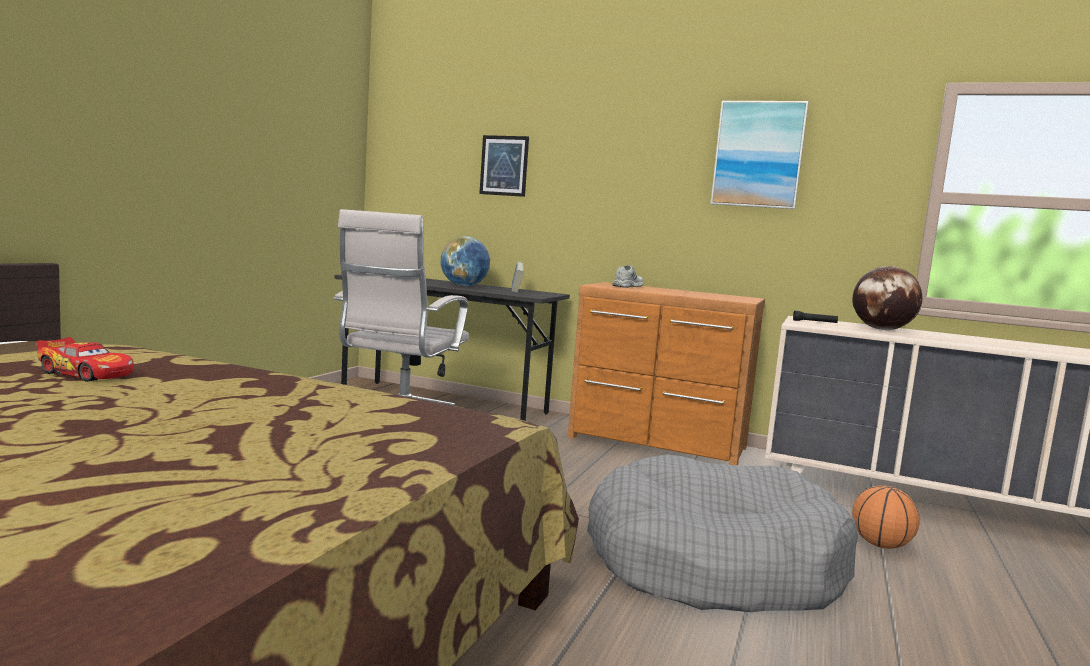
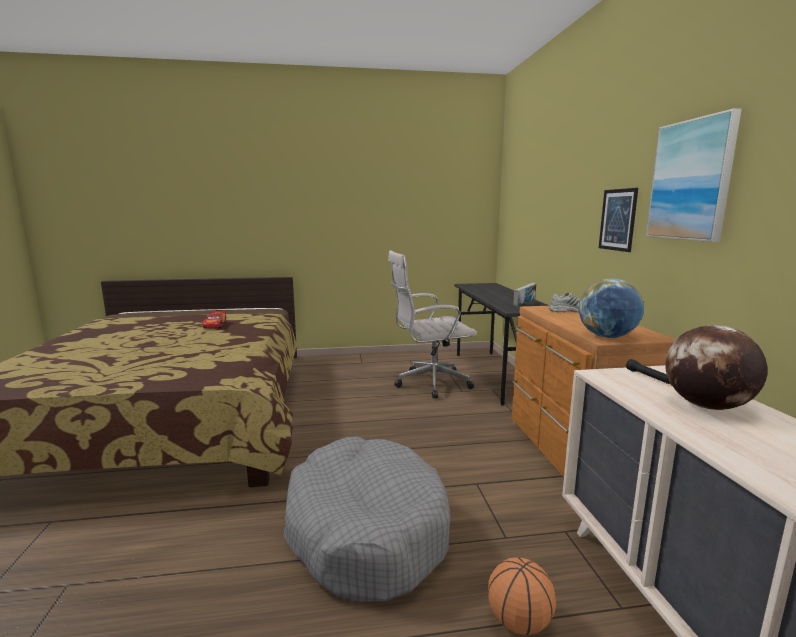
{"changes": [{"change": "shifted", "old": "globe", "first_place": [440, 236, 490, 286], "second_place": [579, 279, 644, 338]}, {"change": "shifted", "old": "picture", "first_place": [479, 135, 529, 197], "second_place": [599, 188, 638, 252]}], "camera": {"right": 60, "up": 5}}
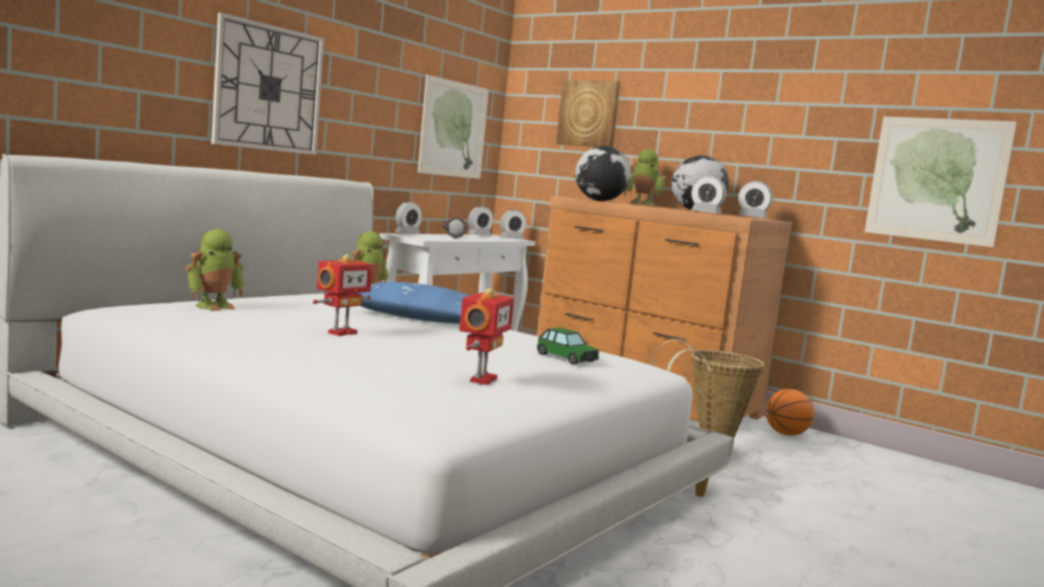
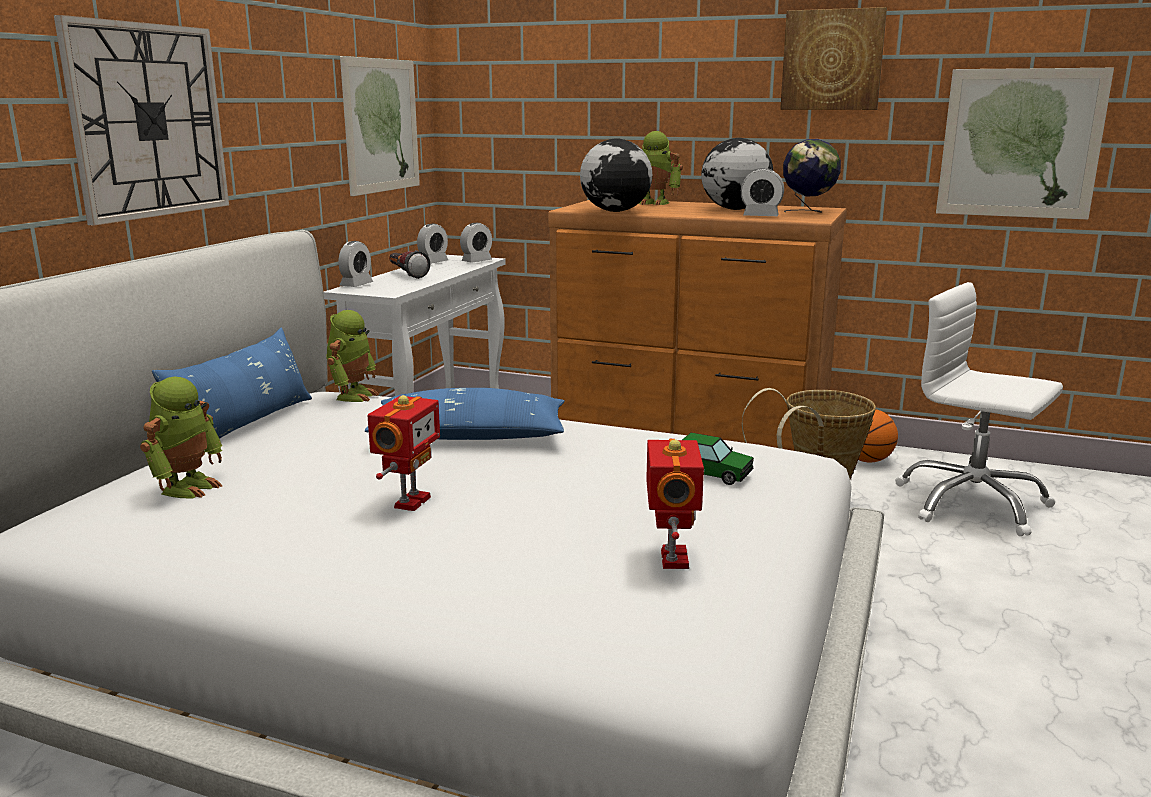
{"changes": [{"change": "new", "new": "blue pillow", "second_place": [152, 328, 312, 439]}, {"change": "shifted", "old": "picture", "first_place": [556, 80, 620, 148], "second_place": [780, 7, 887, 110]}, {"change": "swapped", "old": "alarm clock", "new": "globe", "first_place": [738, 181, 773, 218], "second_place": [783, 139, 841, 213]}, {"change": "new", "new": "white office chair", "second_place": [895, 282, 1063, 536]}], "camera": {"right": -15, "up": 10}}
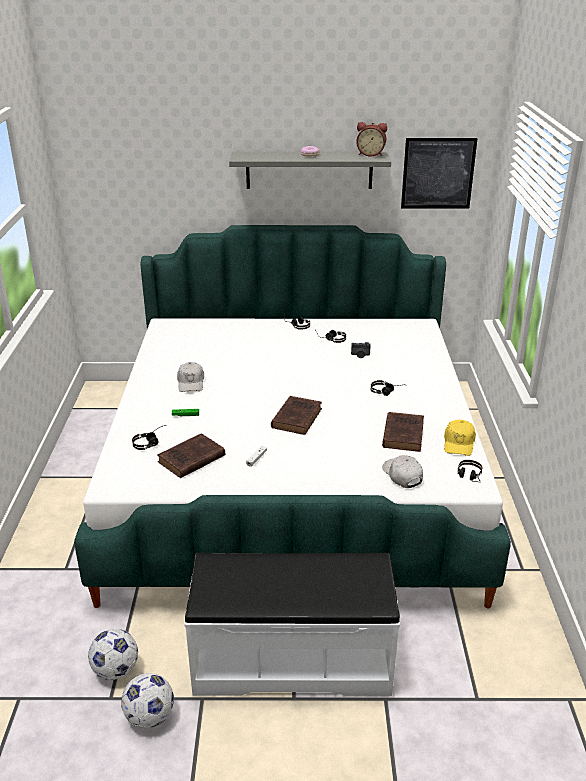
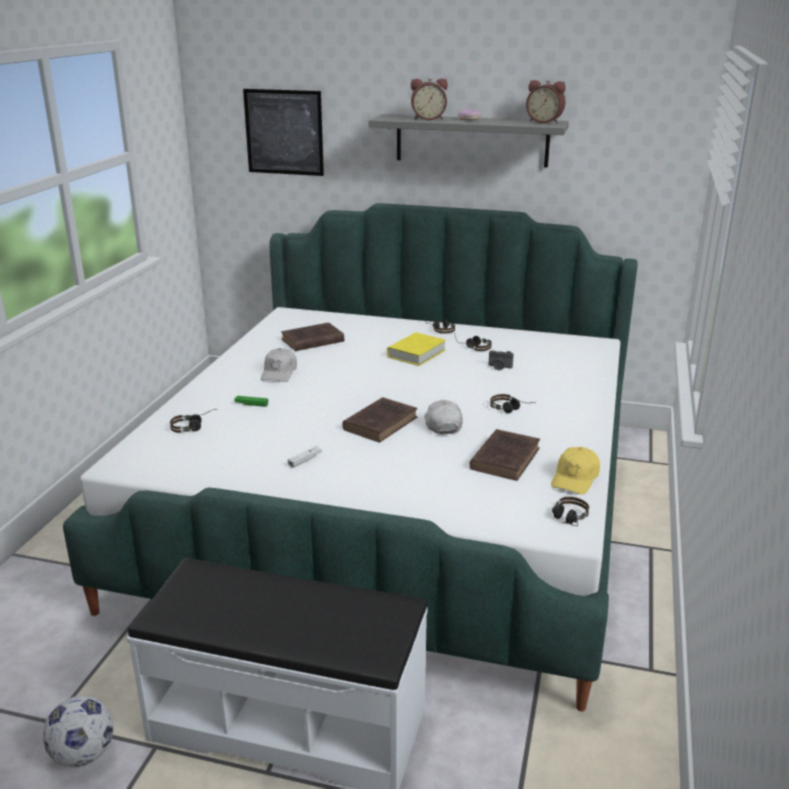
{"changes": [{"change": "shifted", "old": "picture", "first_place": [401, 138, 478, 208], "second_place": [243, 89, 324, 176]}, {"change": "shifted", "old": "brown book", "first_place": [157, 433, 225, 478], "second_place": [281, 322, 344, 351]}, {"change": "new", "new": "yellow book", "second_place": [387, 332, 446, 366]}, {"change": "new", "new": "alarm clock", "second_place": [411, 79, 448, 120]}, {"change": "shifted", "old": "white cap", "first_place": [382, 455, 423, 488], "second_place": [424, 400, 463, 434]}, {"change": "gone", "old": "football", "first_place": [88, 629, 138, 680]}], "camera": {"right": 15, "up": -5}}
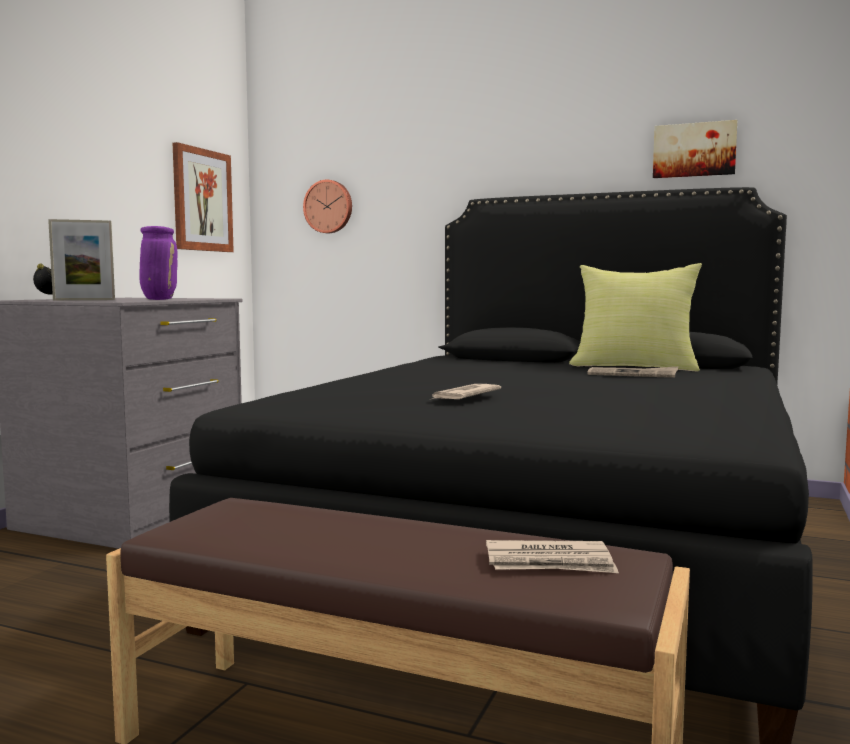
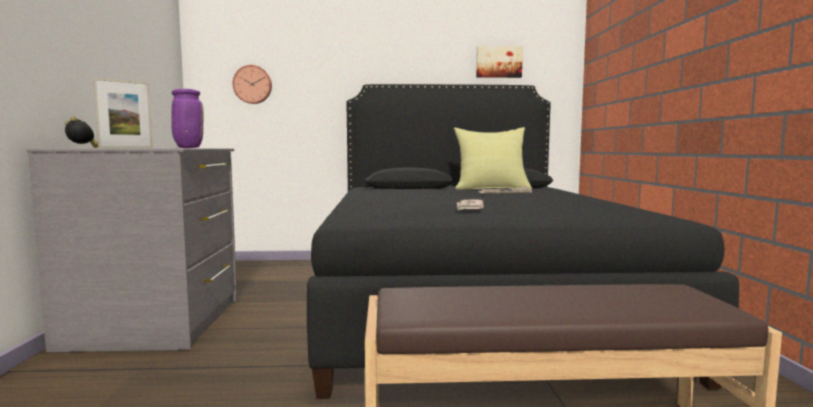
{"changes": [{"change": "gone", "old": "picture", "first_place": [173, 142, 234, 252]}, {"change": "gone", "old": "newspaper", "first_place": [486, 540, 619, 573]}], "camera": {"right": -25, "up": 0}}
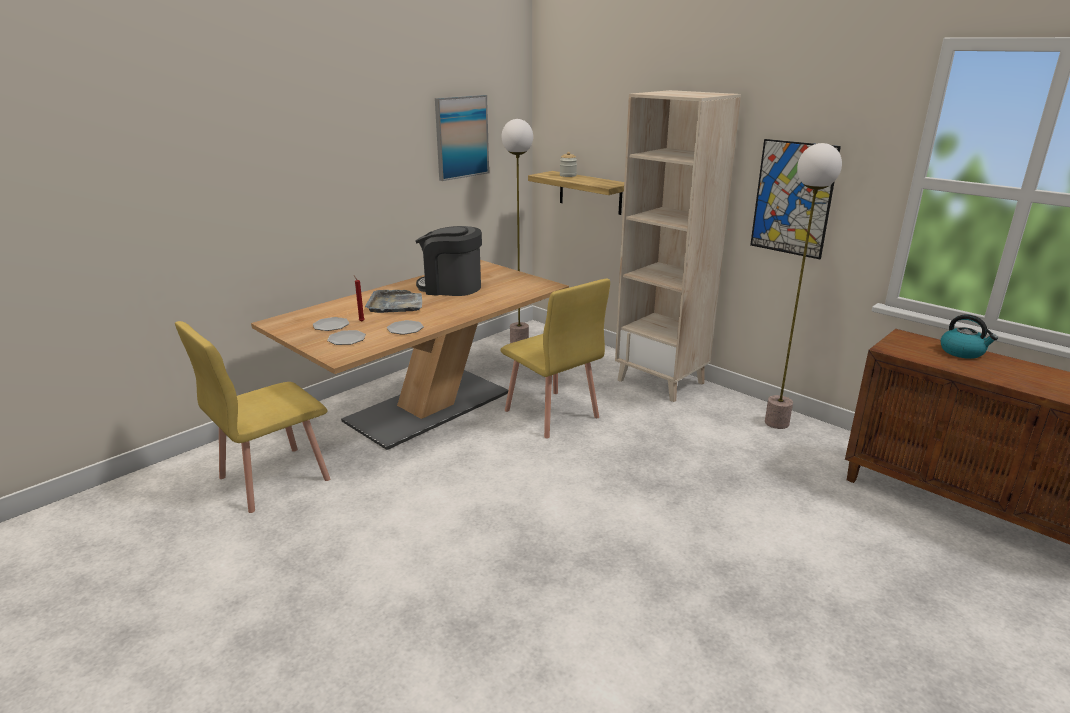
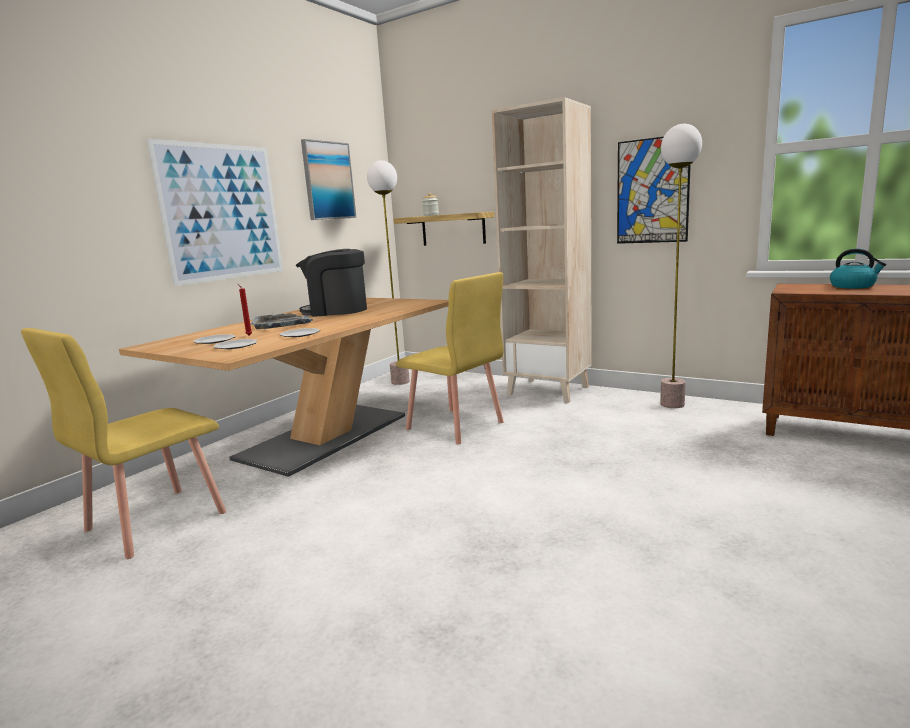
{"changes": [{"change": "new", "new": "picture", "second_place": [147, 139, 283, 286]}], "camera": {"right": -10, "up": -10}}
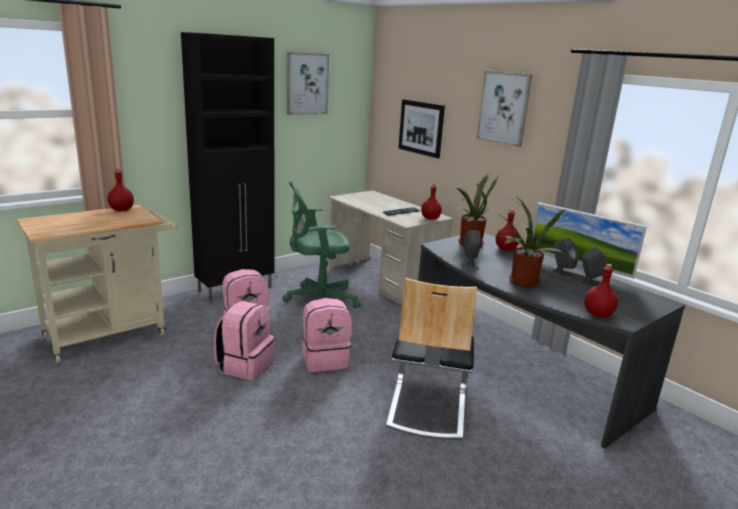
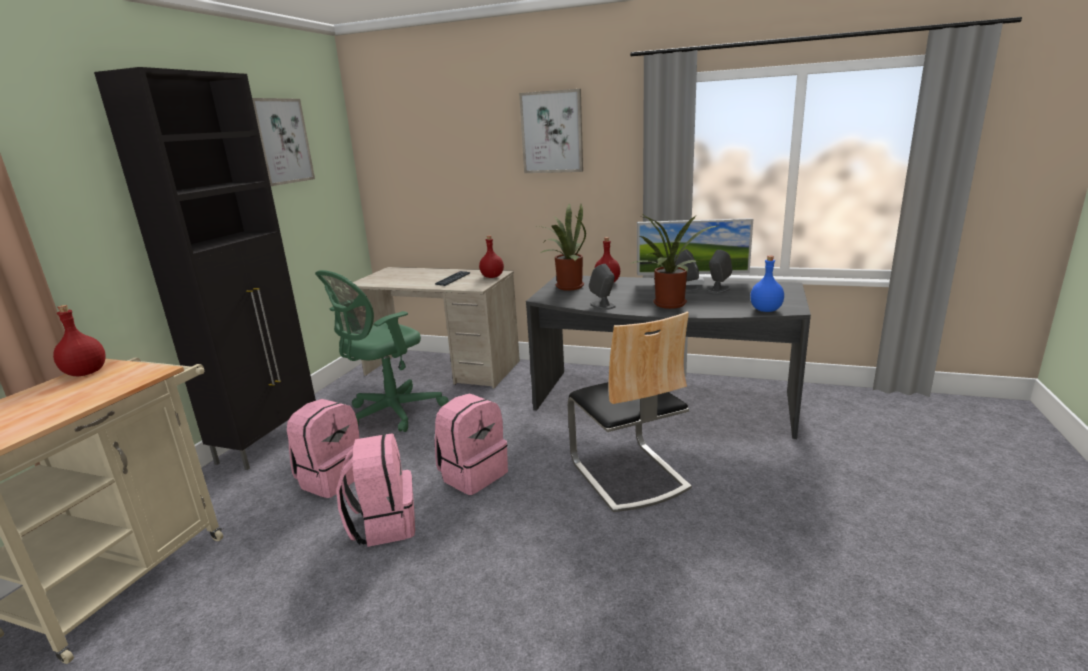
{"changes": [{"change": "repainted", "old": "red bottle", "new": "blue bottle", "first_place": [584, 264, 618, 318], "second_place": [750, 255, 784, 312]}, {"change": "gone", "old": "picture", "first_place": [398, 99, 445, 158]}], "camera": {"right": -30, "up": 0}}
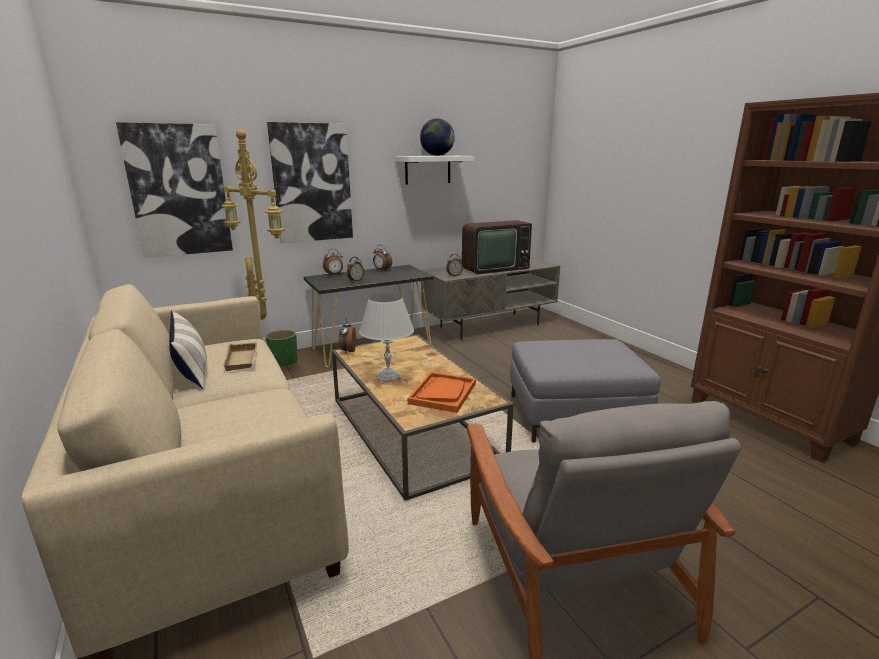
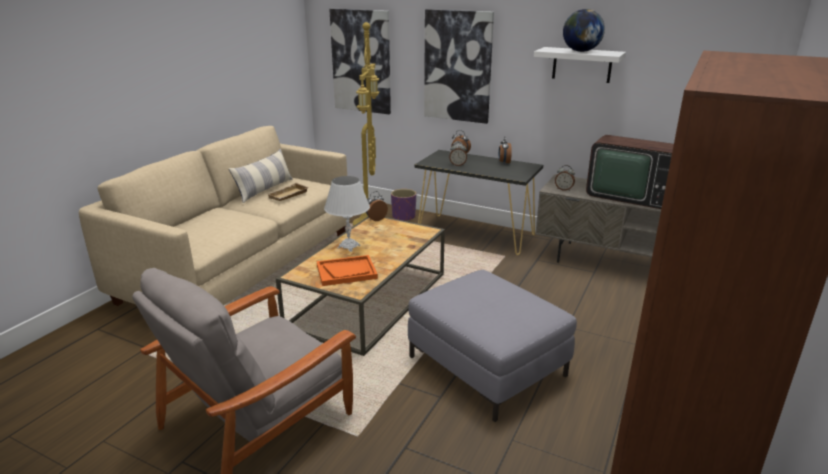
{"changes": [{"change": "repainted", "old": "green planter", "new": "purple planter", "first_place": [265, 329, 298, 366], "second_place": [391, 189, 416, 221]}], "camera": {"right": 55, "up": 5}}
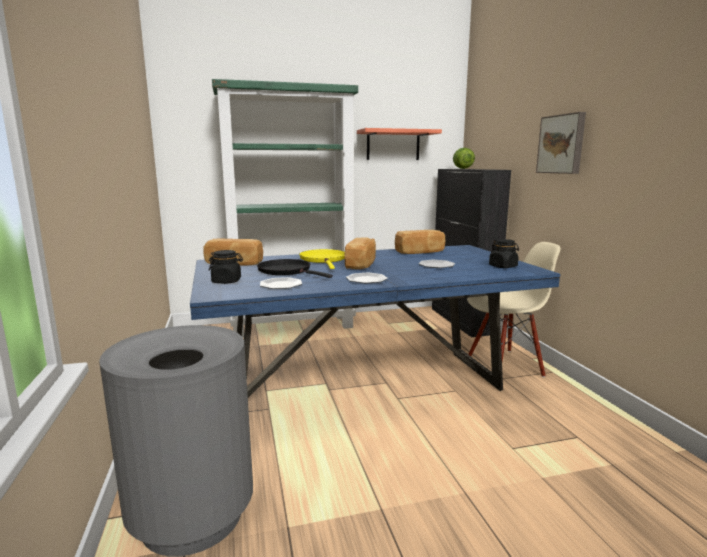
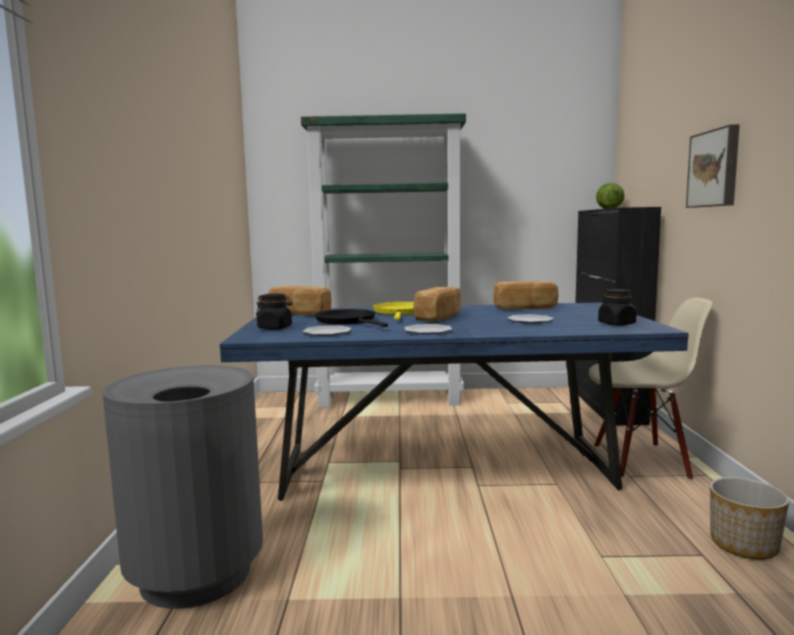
{"changes": [{"change": "new", "new": "planter", "second_place": [710, 477, 789, 560]}, {"change": "gone", "old": "shelf", "first_place": [357, 128, 442, 160]}], "camera": {"right": 15, "up": -5}}
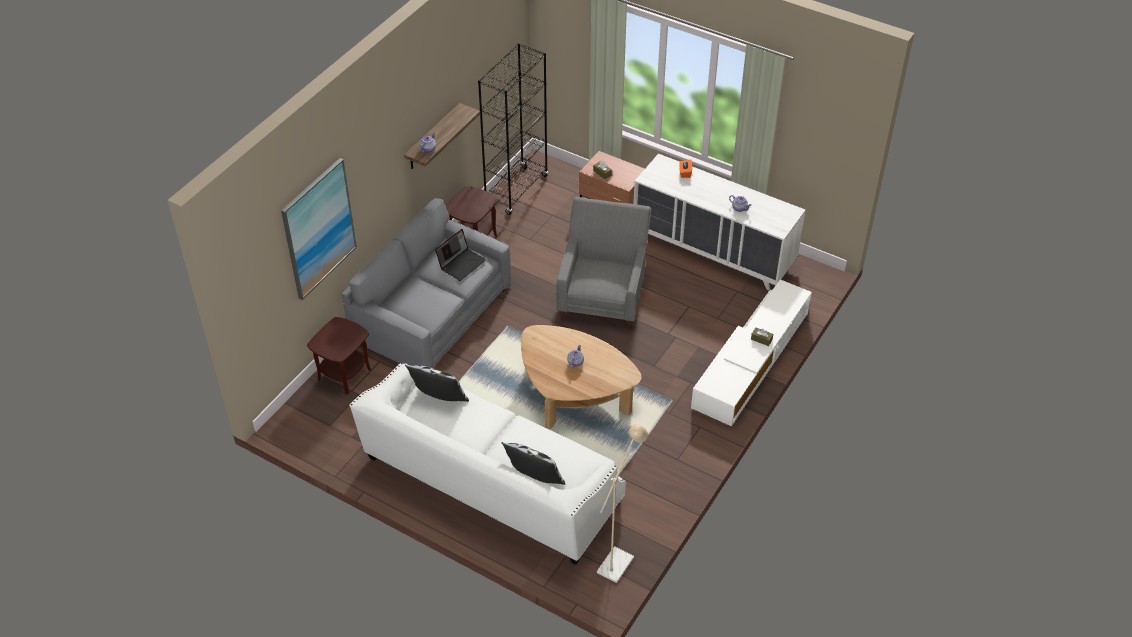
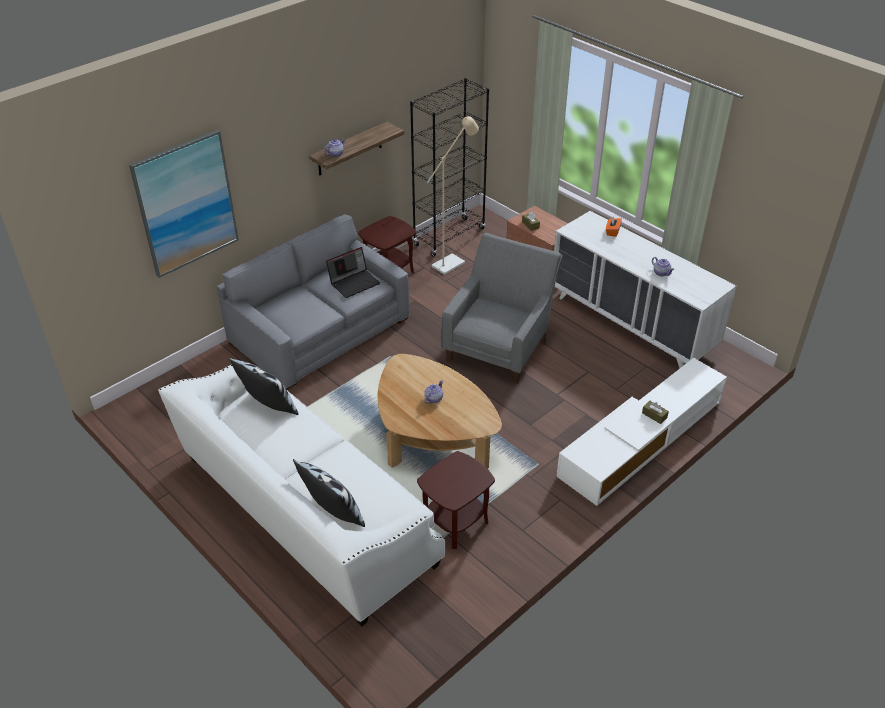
{"changes": [{"change": "shifted", "old": "brown side table", "first_place": [307, 317, 371, 394], "second_place": [417, 451, 495, 549]}, {"change": "shifted", "old": "beige floor lamp", "first_place": [597, 424, 648, 583], "second_place": [426, 116, 479, 275]}], "camera": {"right": 15, "up": -5}}
